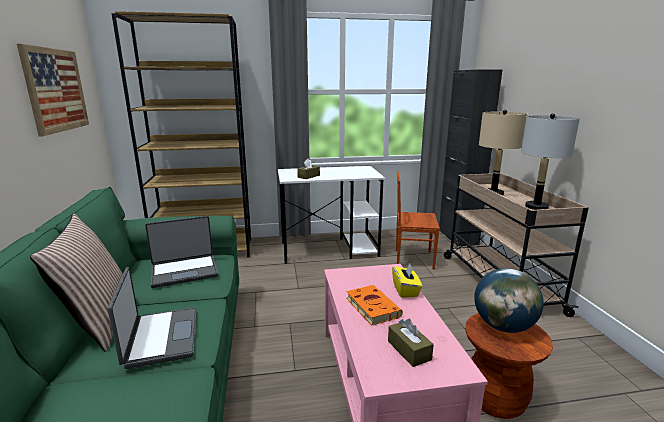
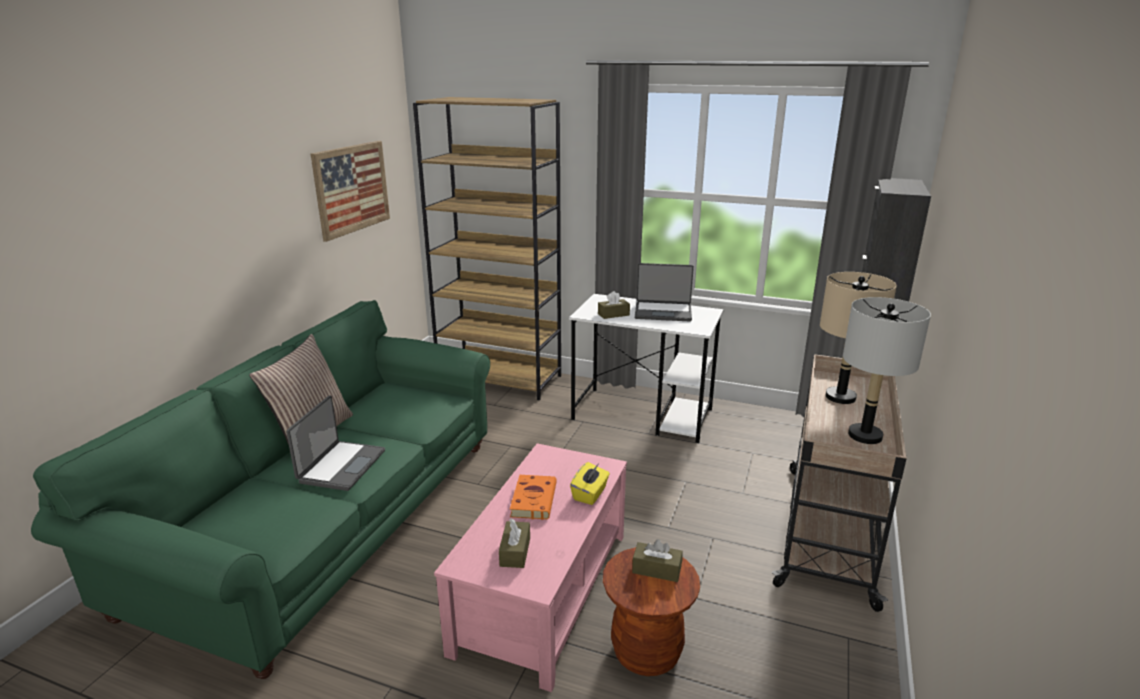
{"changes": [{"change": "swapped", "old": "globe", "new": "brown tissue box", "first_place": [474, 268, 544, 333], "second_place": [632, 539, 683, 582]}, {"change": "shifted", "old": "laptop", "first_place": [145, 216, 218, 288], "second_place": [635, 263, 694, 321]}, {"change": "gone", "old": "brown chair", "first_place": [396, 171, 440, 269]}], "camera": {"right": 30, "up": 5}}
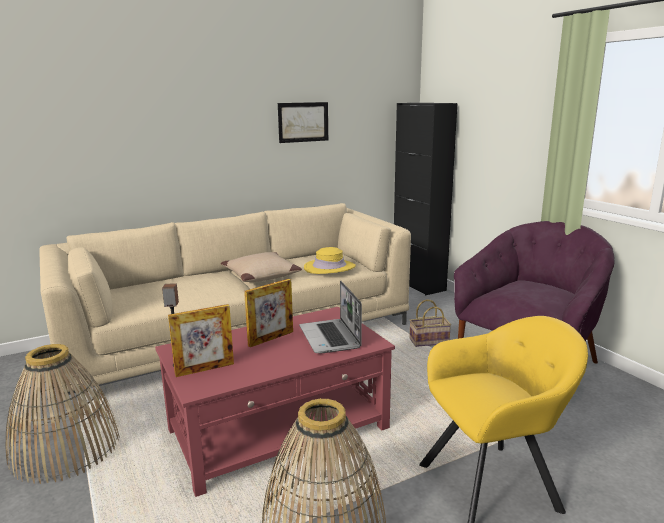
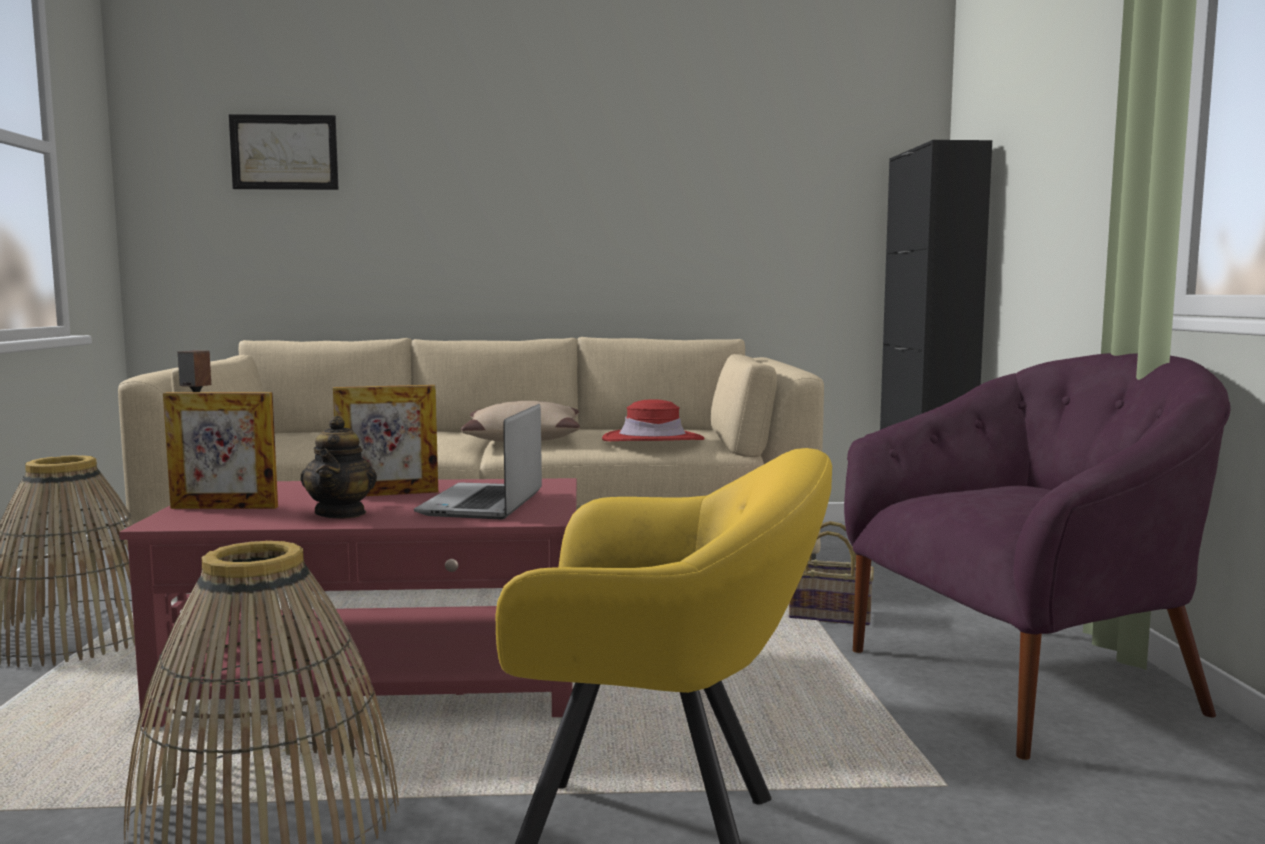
{"changes": [{"change": "shifted", "old": "picture", "first_place": [278, 102, 328, 143], "second_place": [229, 114, 339, 190]}, {"change": "new", "new": "teapot", "second_place": [300, 416, 377, 518]}, {"change": "repainted", "old": "yellow hat", "new": "red hat", "first_place": [304, 247, 356, 274], "second_place": [602, 399, 704, 441]}], "camera": {"right": 25, "up": -10}}
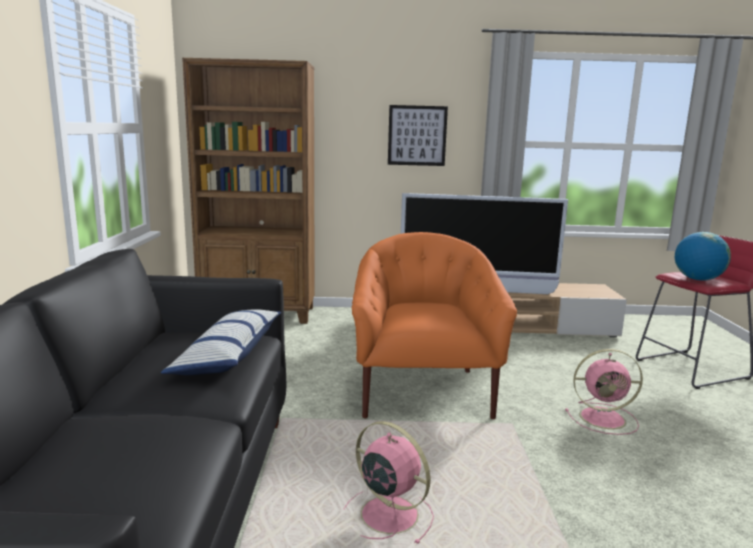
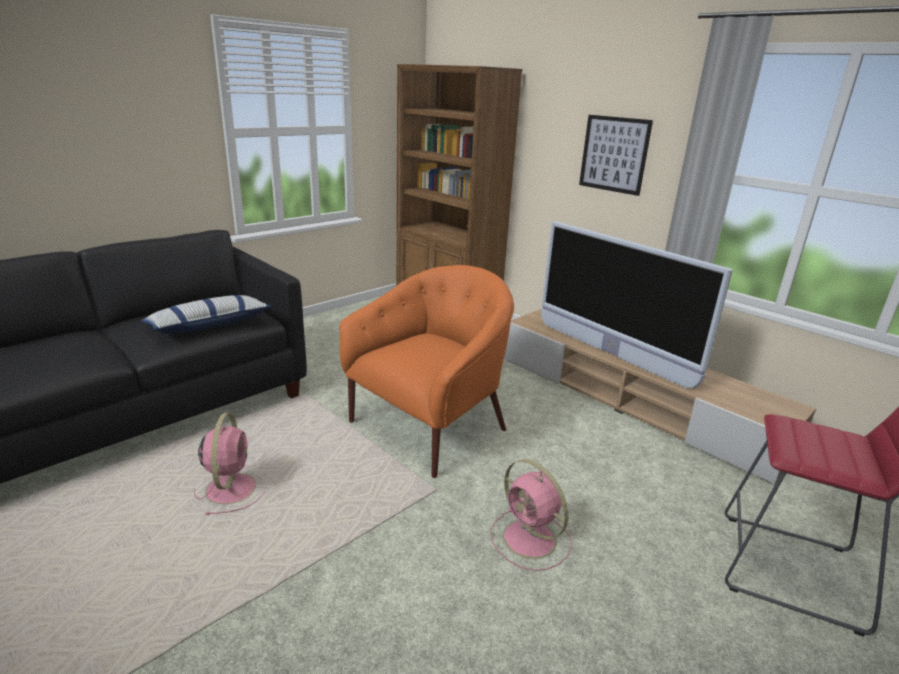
{"changes": [{"change": "gone", "old": "globe", "first_place": [675, 232, 731, 281]}], "camera": {"right": 45, "up": 10}}
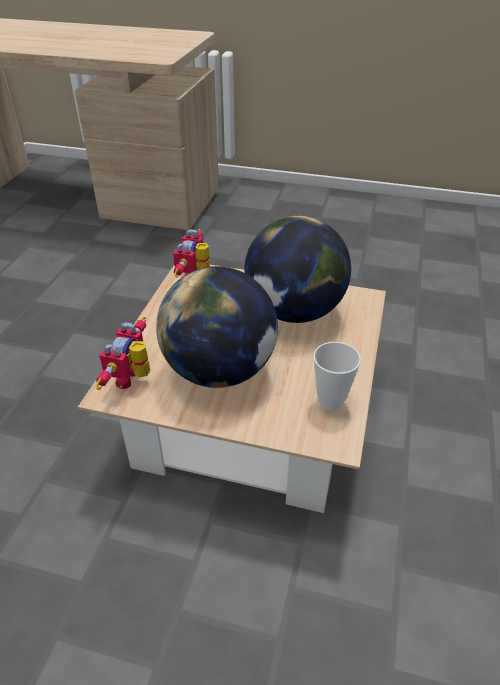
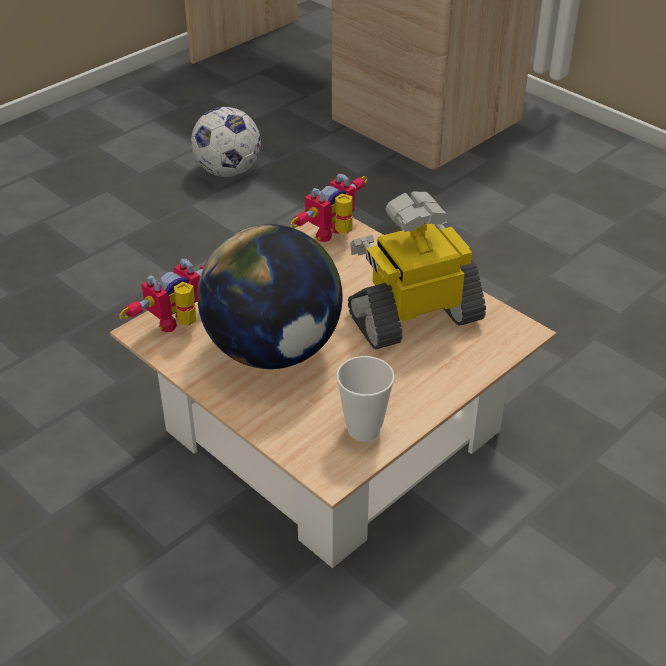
{"changes": [{"change": "new", "new": "football", "second_place": [191, 107, 261, 177]}, {"change": "swapped", "old": "globe", "new": "toy robot", "first_place": [244, 216, 351, 323], "second_place": [348, 192, 486, 350]}], "camera": {"right": 30, "up": 0}}
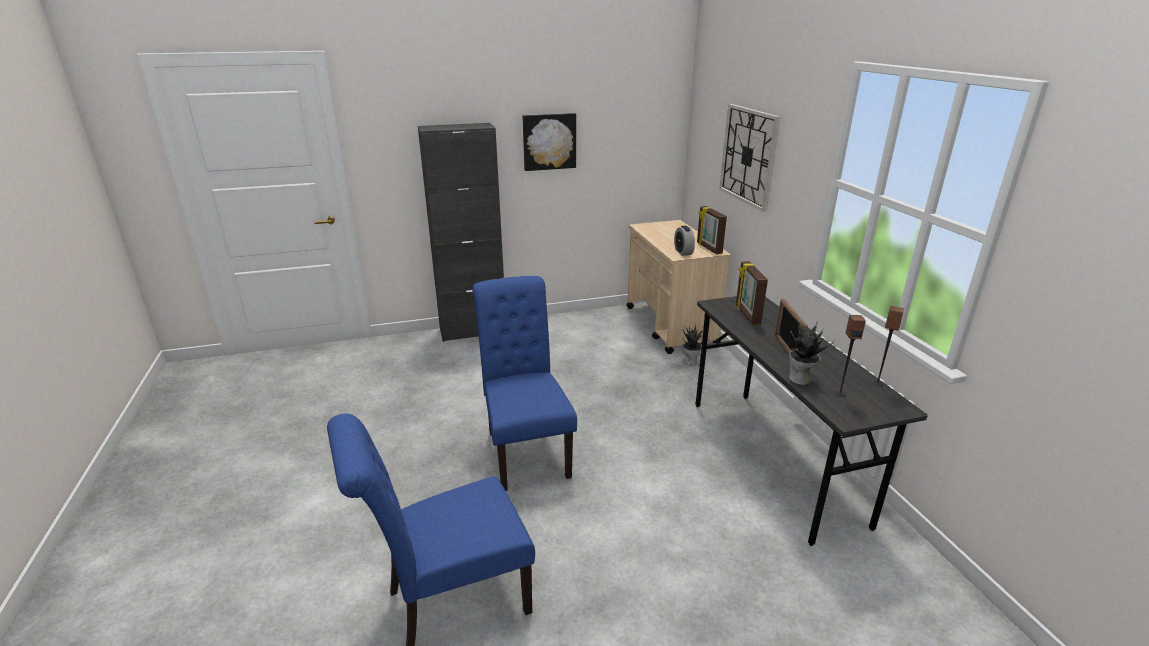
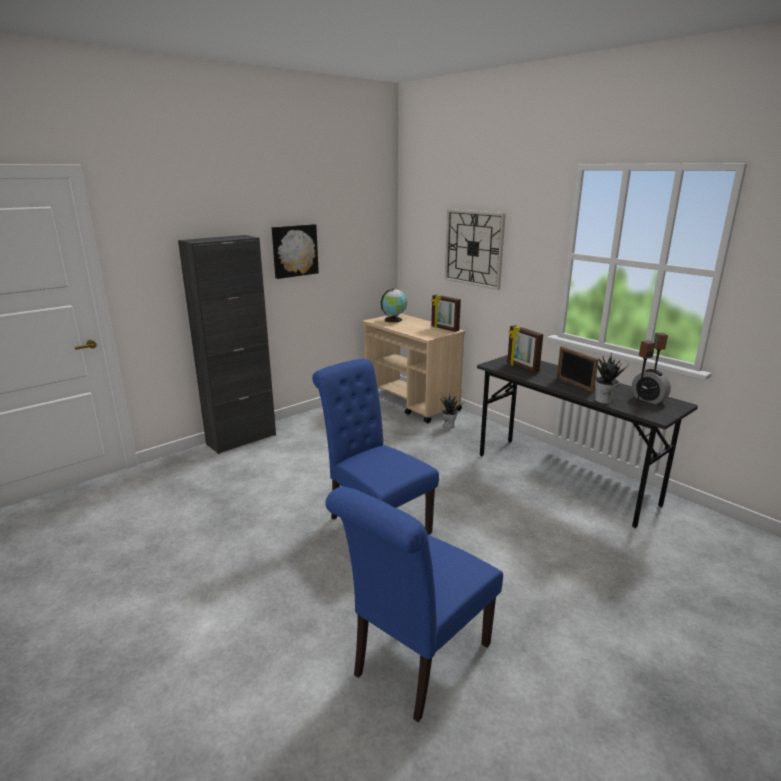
{"changes": [{"change": "new", "new": "globe", "second_place": [380, 288, 407, 323]}, {"change": "shifted", "old": "alarm clock", "first_place": [674, 226, 695, 256], "second_place": [632, 369, 671, 404]}], "camera": {"right": -25, "up": -5}}
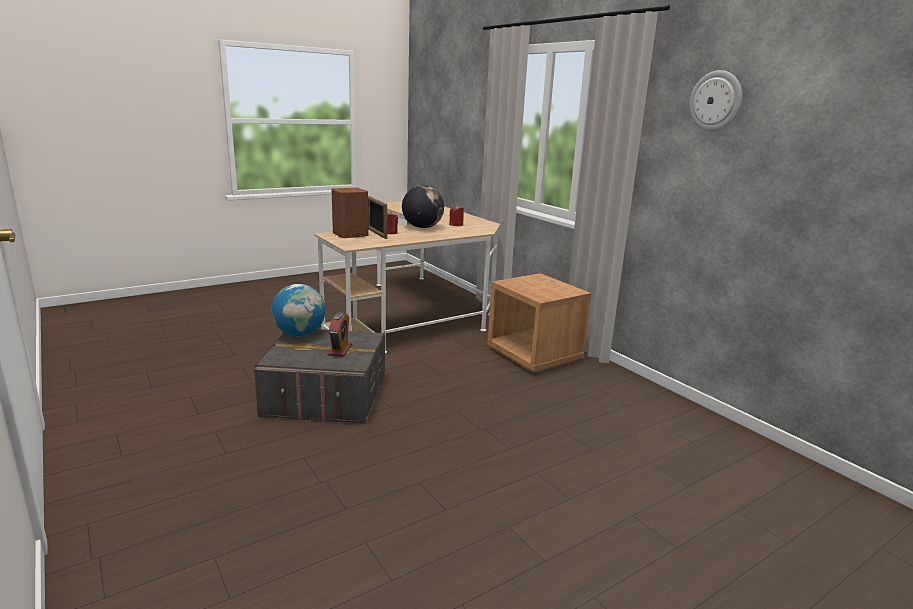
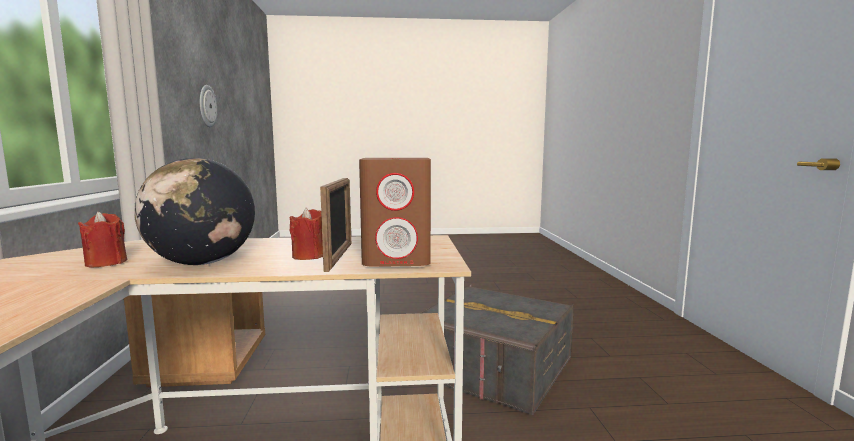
{"changes": [{"change": "shifted", "old": "wall clock", "first_place": [689, 70, 742, 131], "second_place": [200, 85, 217, 127]}, {"change": "gone", "old": "globe", "first_place": [271, 284, 326, 336]}, {"change": "gone", "old": "alarm clock", "first_place": [327, 312, 352, 357]}], "camera": {"right": -150, "up": -10}}
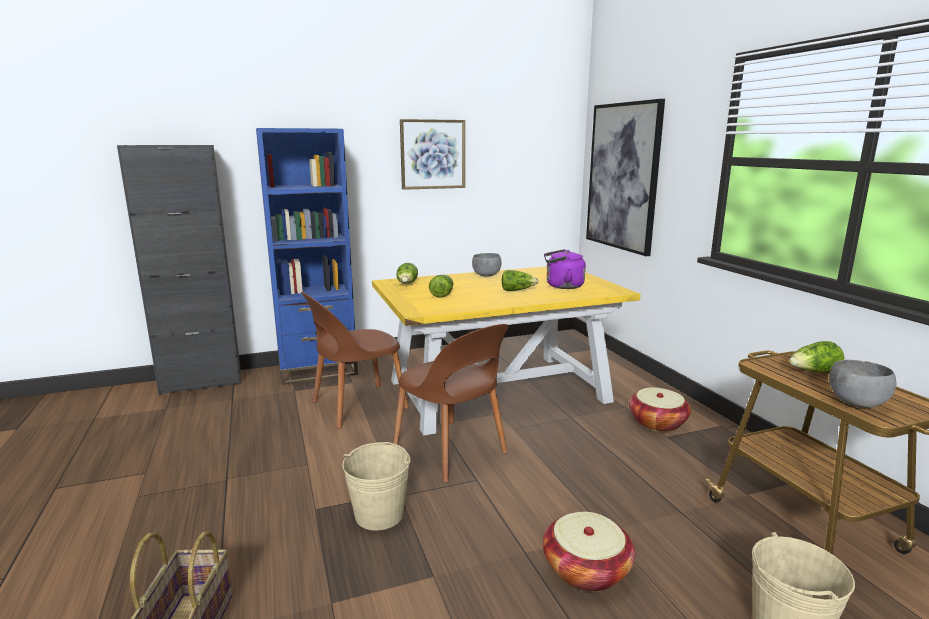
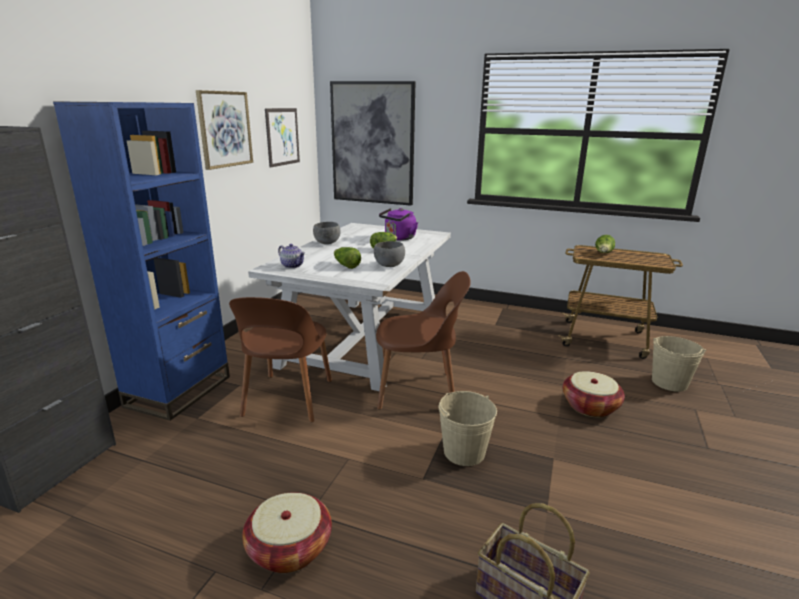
{"changes": [{"change": "shifted", "old": "basket", "first_place": [629, 387, 691, 432], "second_place": [242, 492, 332, 573]}, {"change": "repainted", "old": "yellow dining table", "new": "white dining table", "first_place": [372, 266, 641, 436], "second_place": [248, 223, 451, 391]}, {"change": "new", "new": "picture", "second_place": [265, 108, 300, 168]}, {"change": "swapped", "old": "lettuce", "new": "teapot", "first_place": [396, 263, 418, 284], "second_place": [278, 244, 305, 268]}, {"change": "shifted", "old": "grey bowl", "first_place": [829, 359, 896, 408], "second_place": [374, 241, 405, 267]}], "camera": {"right": -50, "up": 5}}
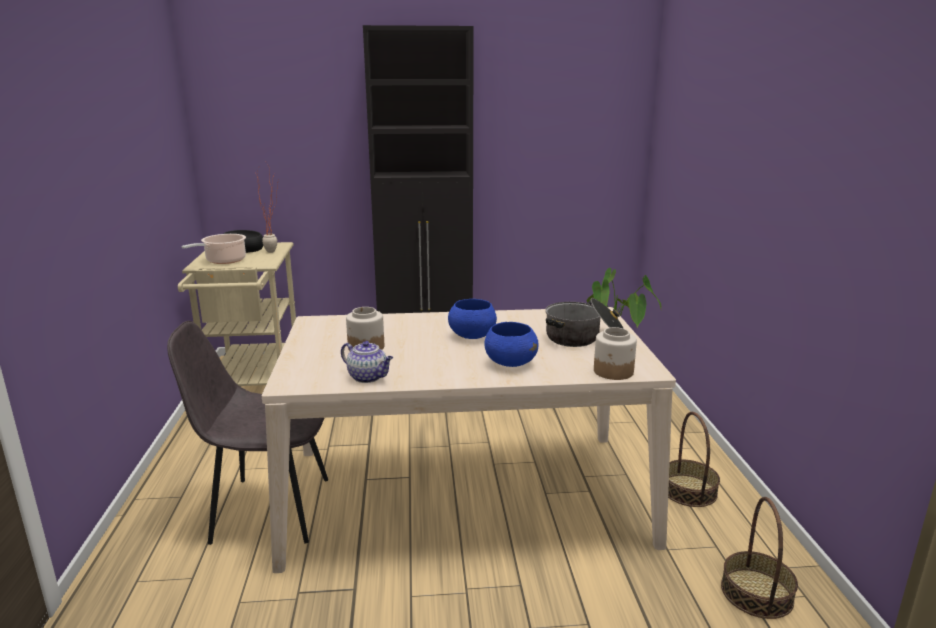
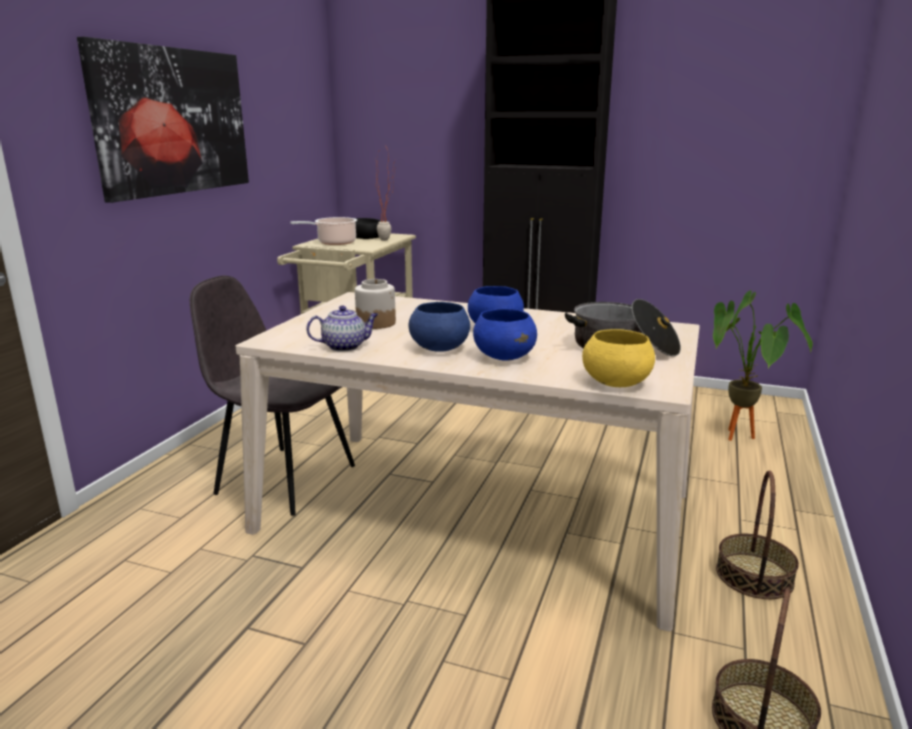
{"changes": [{"change": "new", "new": "picture", "second_place": [77, 37, 249, 203]}, {"change": "rotated", "old": "teapot", "first_place": [341, 341, 393, 383], "second_place": [306, 306, 379, 351], "degrees": -75}, {"change": "new", "new": "blue bowl", "second_place": [409, 302, 470, 352]}, {"change": "swapped", "old": "jar", "new": "yellow bowl", "first_place": [594, 327, 637, 380], "second_place": [582, 329, 655, 387]}], "camera": {"right": 25, "up": 0}}
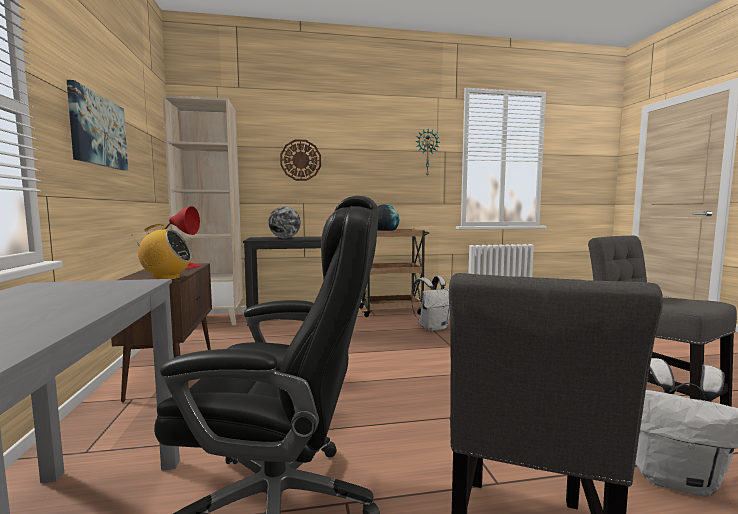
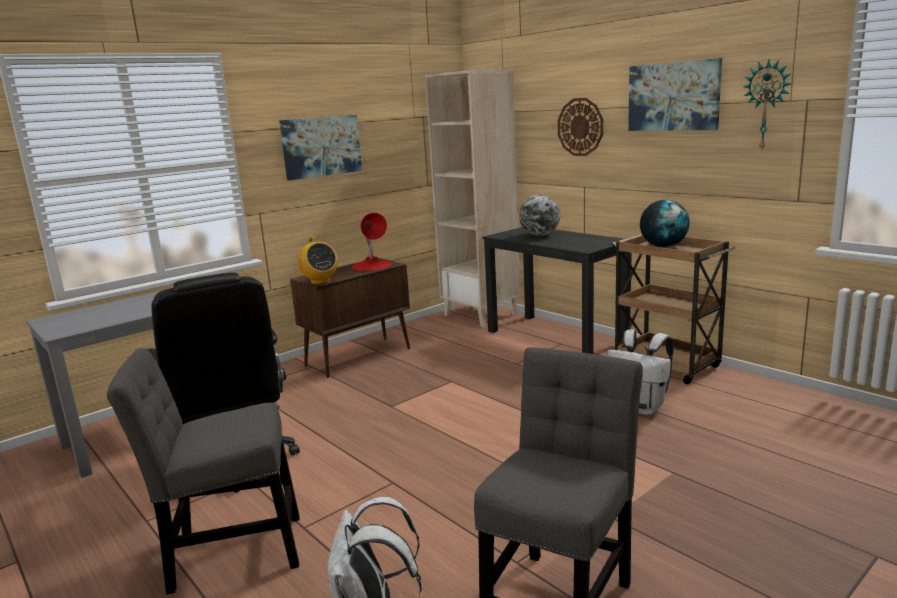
{"changes": [{"change": "new", "new": "picture", "second_place": [628, 58, 722, 131]}], "camera": {"right": 60, "up": 10}}
